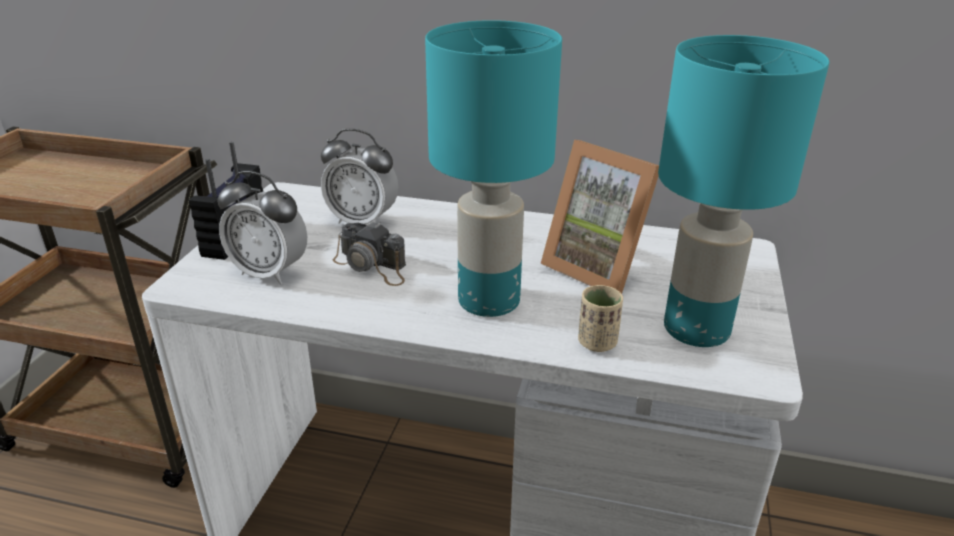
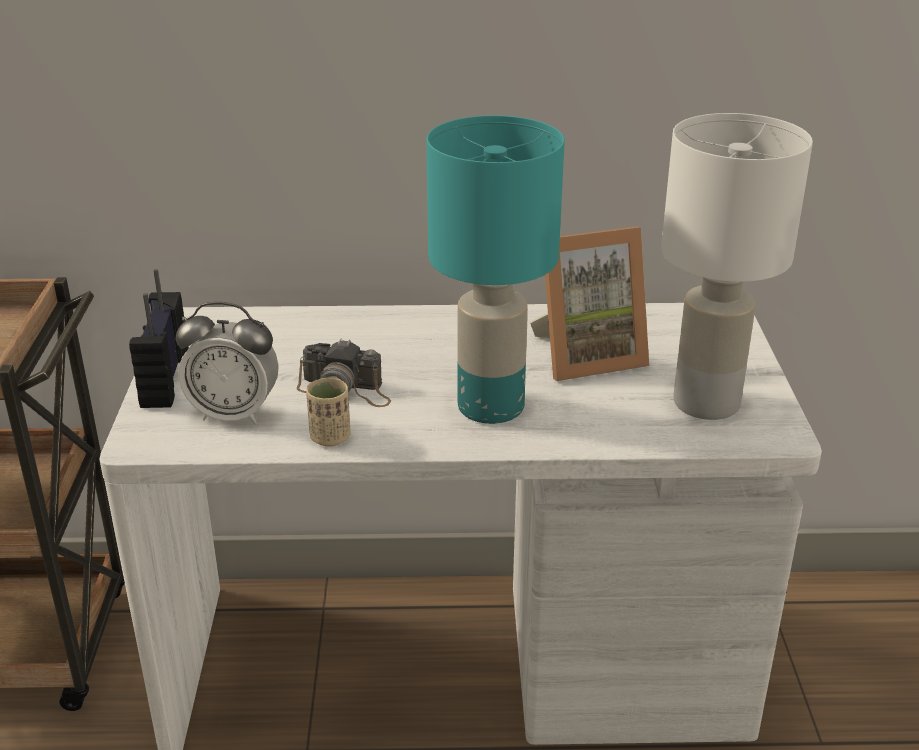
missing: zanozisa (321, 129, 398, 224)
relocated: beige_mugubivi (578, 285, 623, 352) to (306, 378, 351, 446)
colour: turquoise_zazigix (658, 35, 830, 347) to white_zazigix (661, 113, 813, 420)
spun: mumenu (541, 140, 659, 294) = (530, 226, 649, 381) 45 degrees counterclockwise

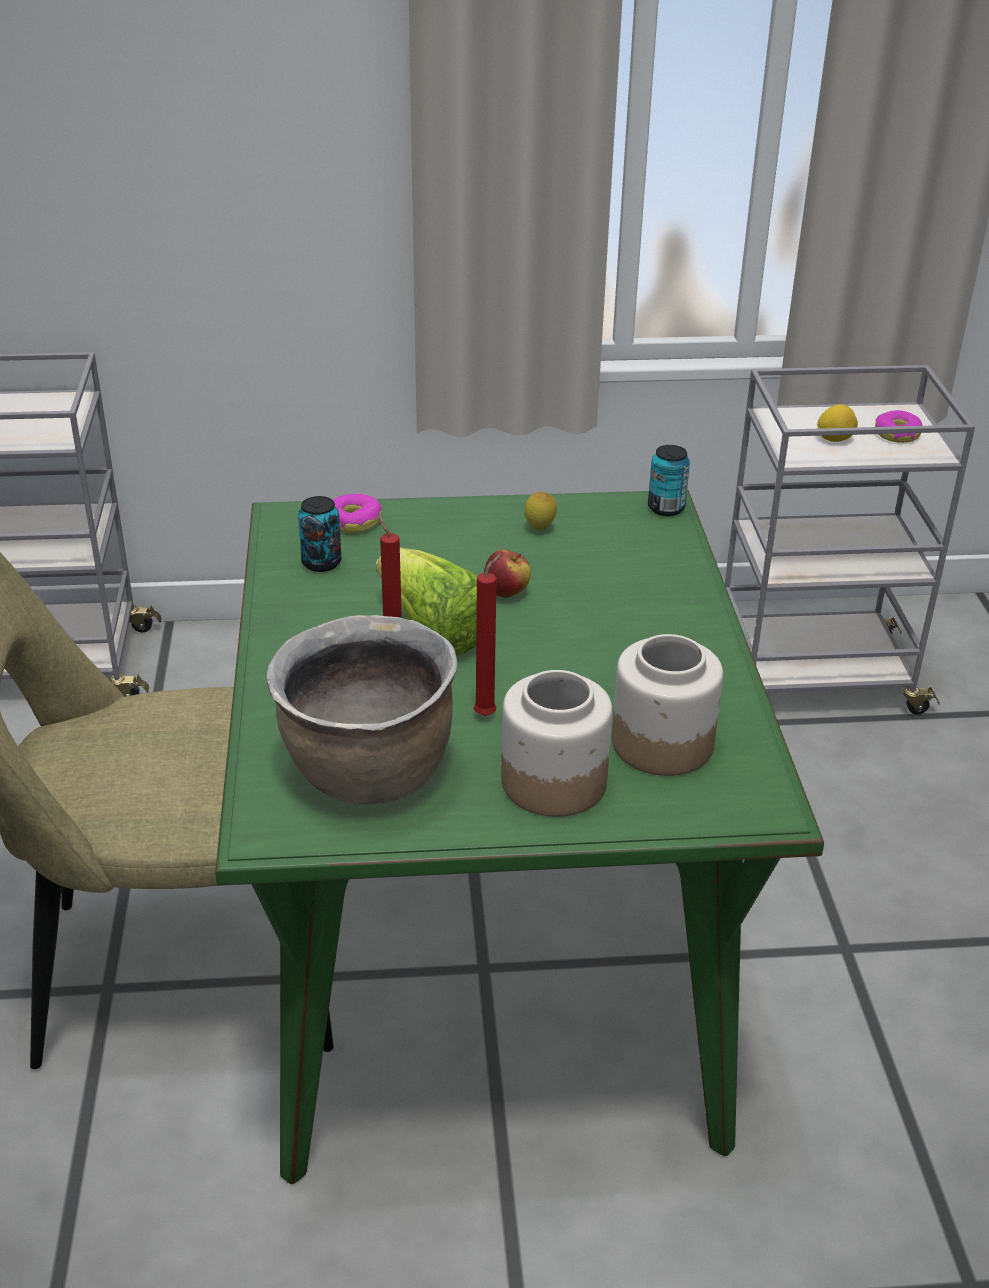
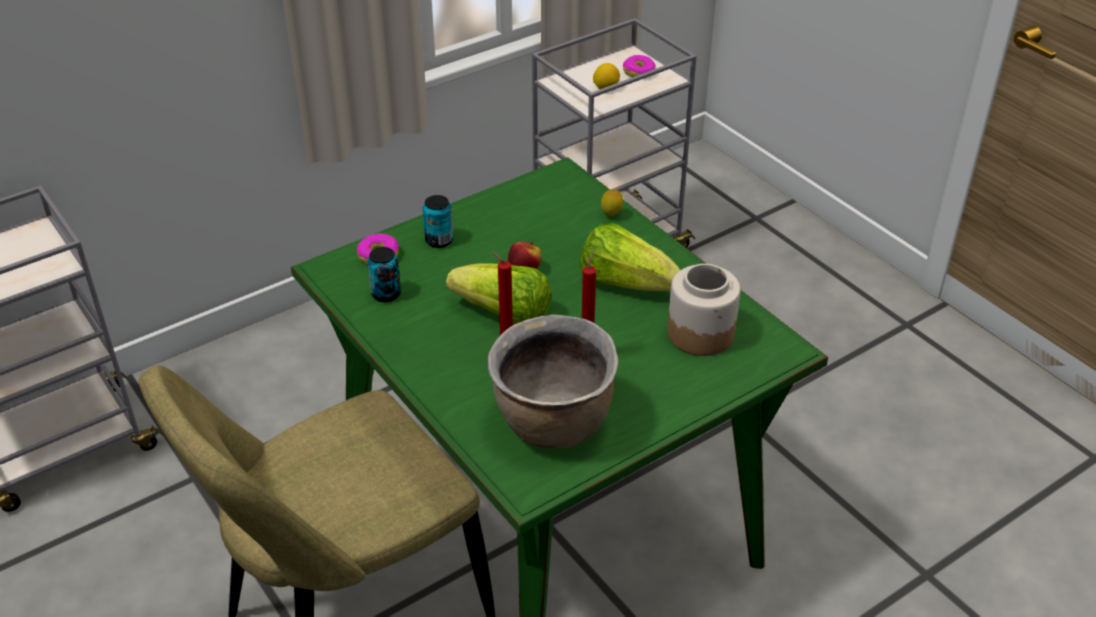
missing: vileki (501, 670, 612, 817)
appeared: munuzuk (580, 224, 680, 292)
relocated: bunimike (525, 491, 557, 530) to (601, 189, 624, 216); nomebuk (648, 445, 690, 516) to (423, 195, 453, 248)

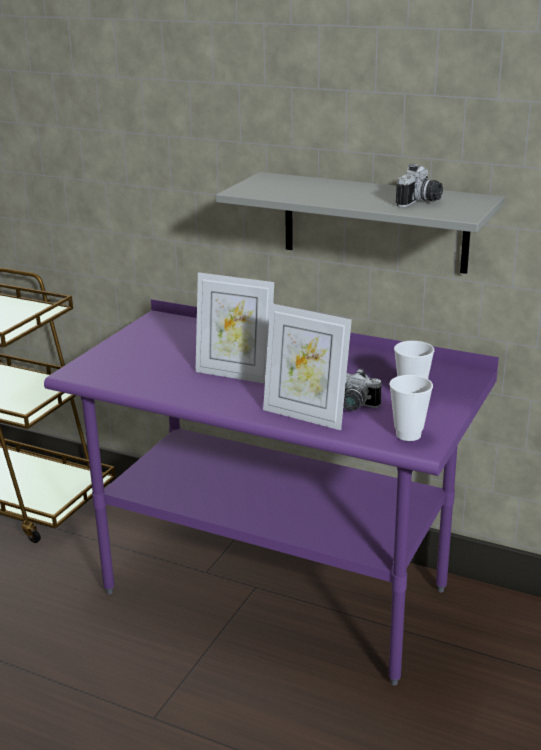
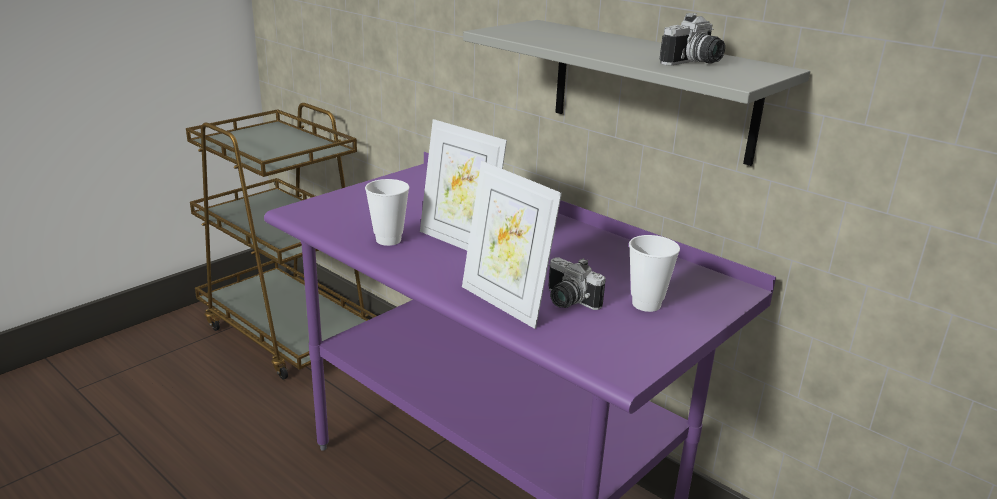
relocated: mugubivi (389, 375, 433, 441) to (365, 179, 409, 246)

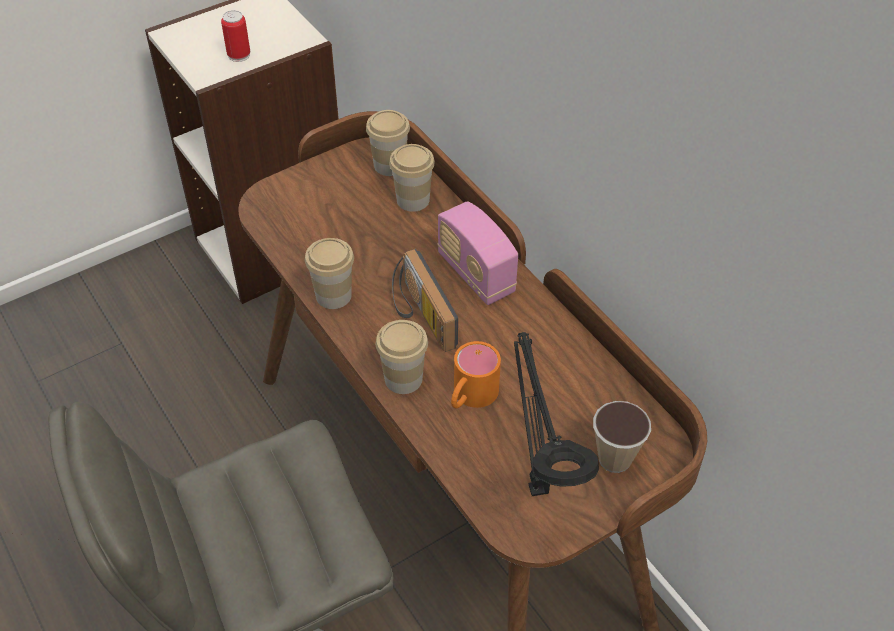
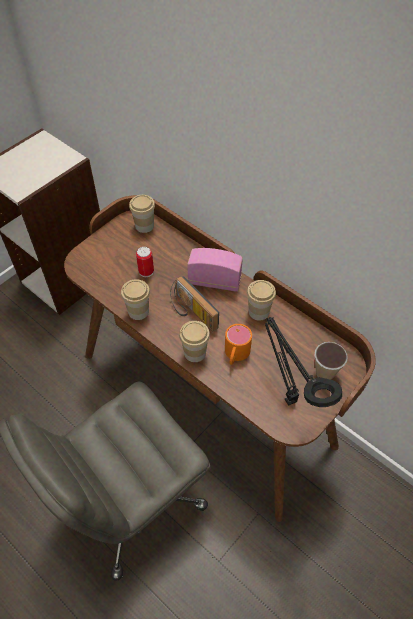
relocated: nomebuk (221, 10, 250, 62) to (136, 247, 154, 277); mugubivi (389, 144, 435, 212) to (247, 280, 276, 321)
spun: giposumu (437, 201, 518, 305) = (187, 248, 243, 292) 150 degrees clockwise

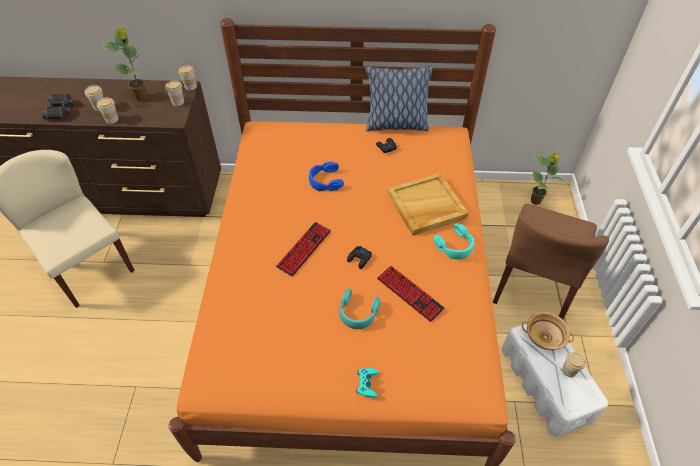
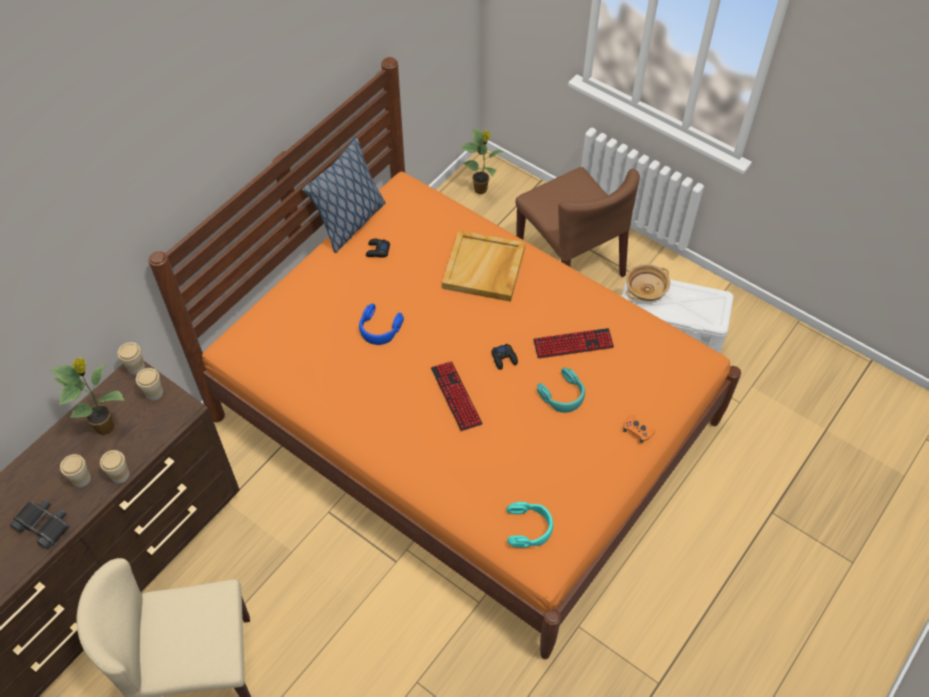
missing: mugubivi (562, 352, 586, 377)
relocated: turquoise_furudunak (433, 223, 474, 260) to (507, 502, 553, 548)
colour: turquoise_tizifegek (356, 368, 378, 398) to orange_tizifegek (623, 415, 655, 443)

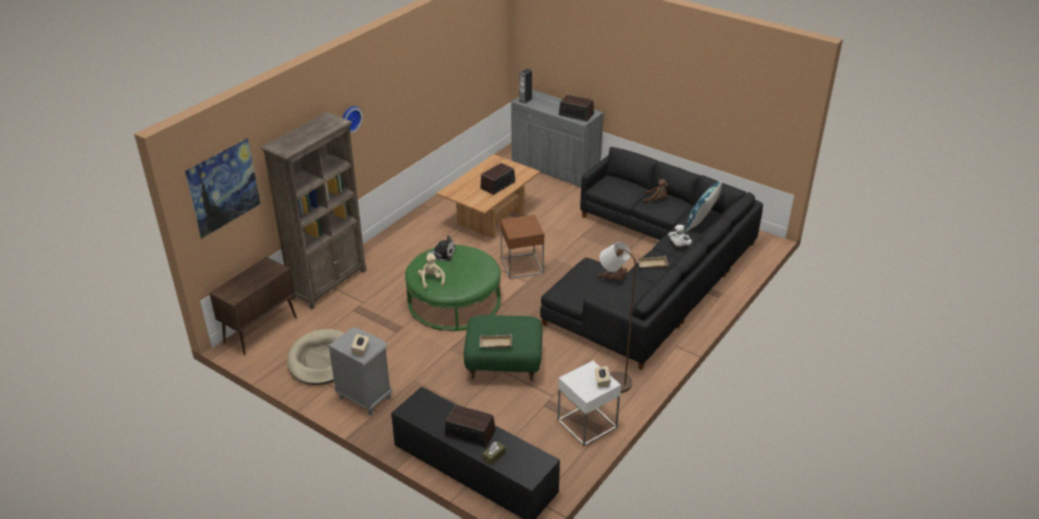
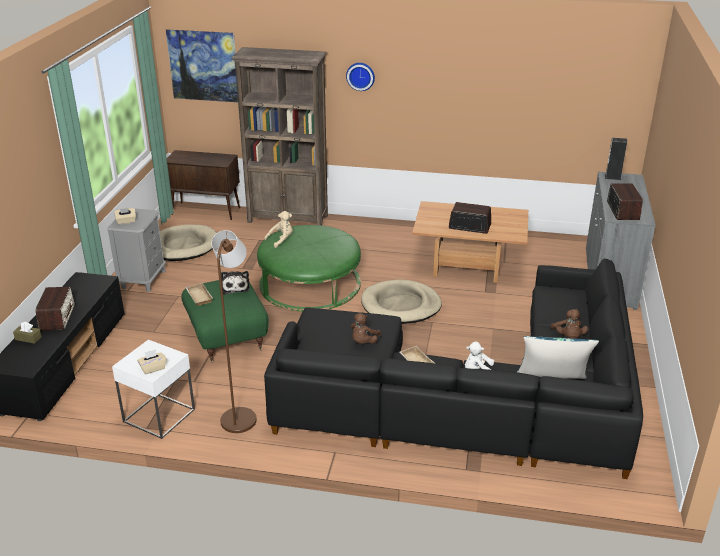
relocated: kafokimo (426, 235, 456, 261) to (221, 271, 250, 295)
exchanged: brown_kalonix (500, 214, 544, 279) to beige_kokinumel (361, 279, 442, 324)

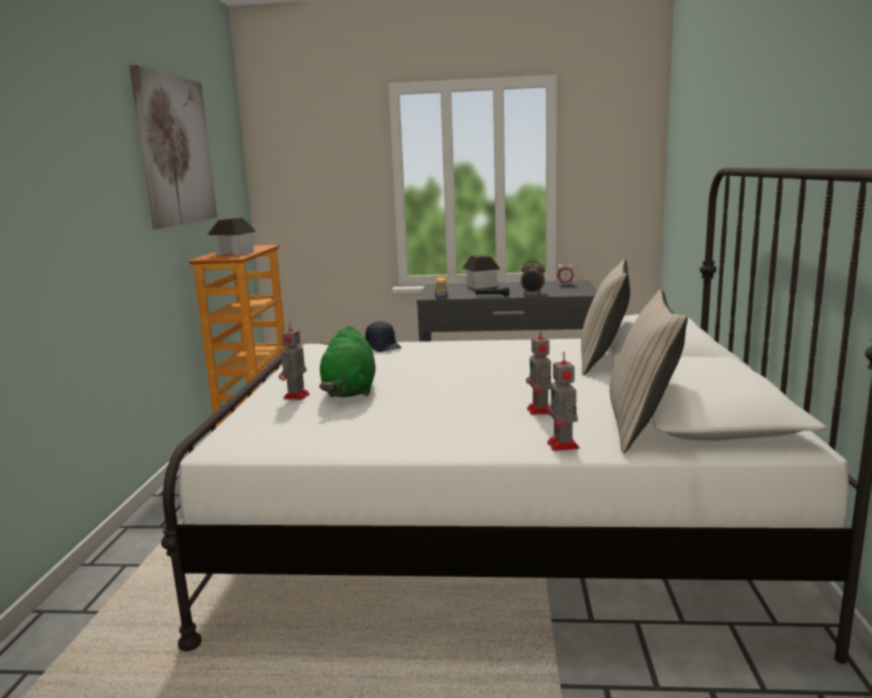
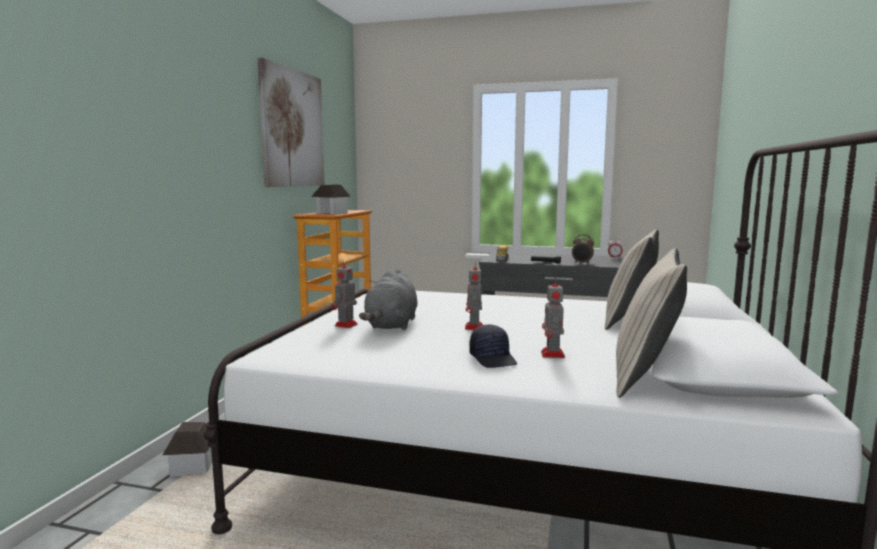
relocated: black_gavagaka (365, 321, 402, 352) to (469, 324, 517, 368); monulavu (463, 255, 501, 289) to (163, 422, 212, 477); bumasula (546, 352, 579, 451) to (465, 267, 483, 330)
colour: green_kafokimo (319, 326, 375, 397) to grey_kafokimo (359, 269, 418, 330)

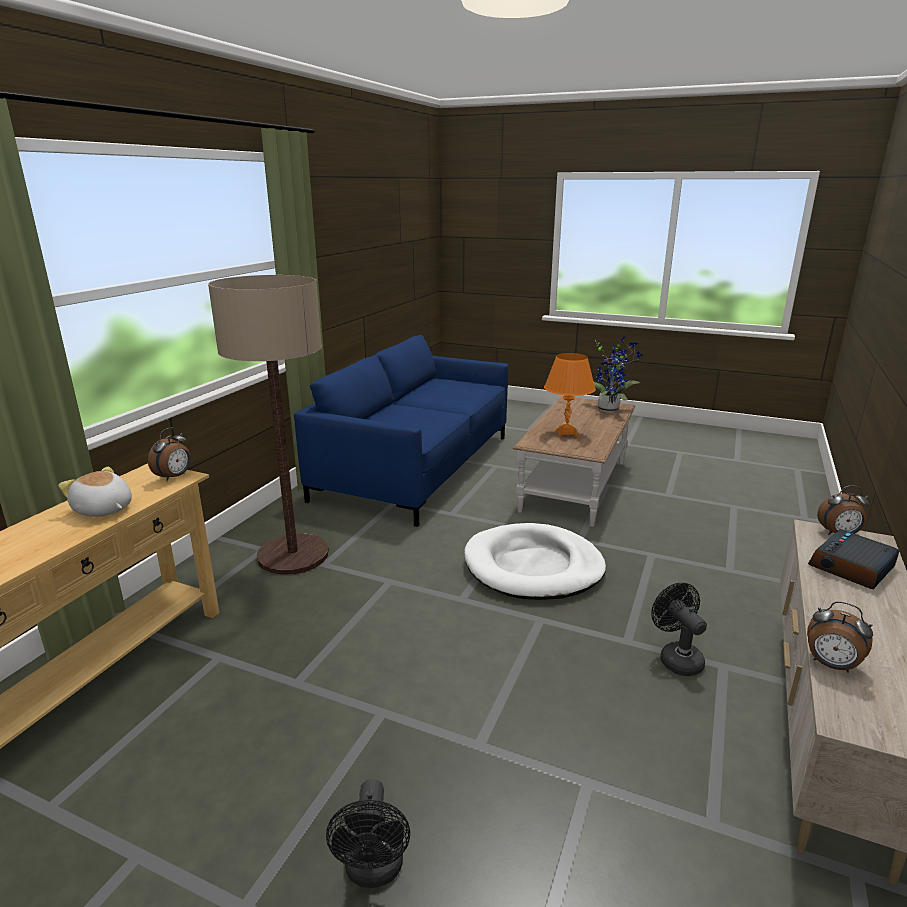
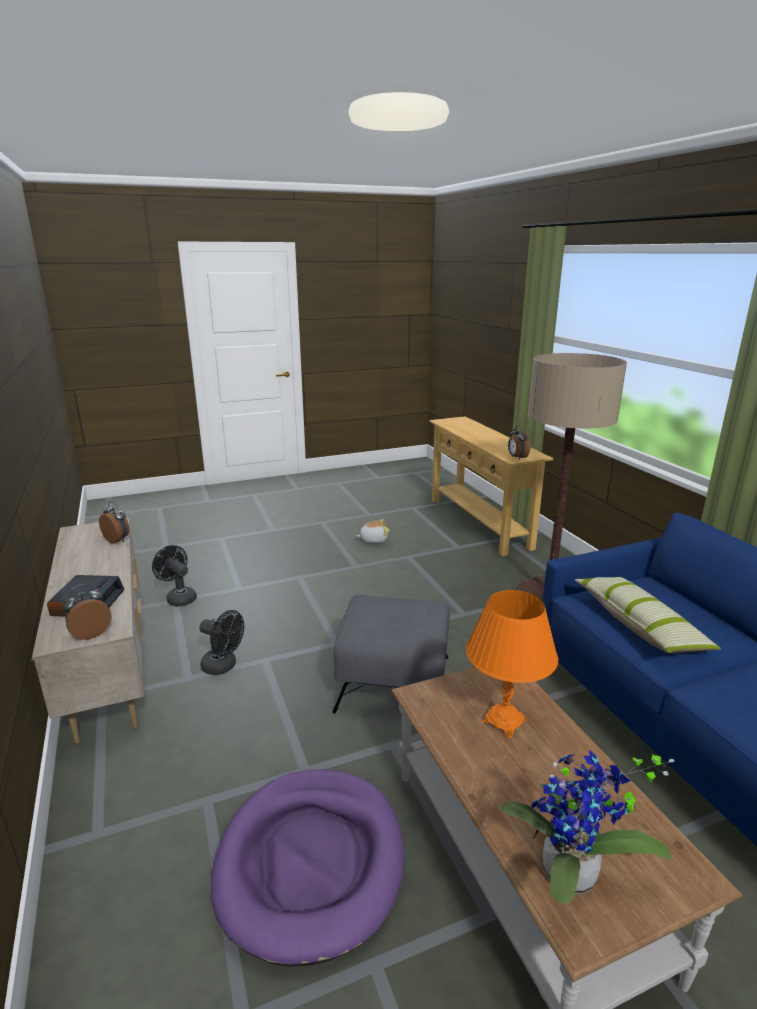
appeared: purple_kokinumel (211, 769, 404, 967); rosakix (575, 577, 721, 653)
relocated: kafokimo (58, 467, 132, 517) to (356, 519, 389, 544); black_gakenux (326, 779, 410, 888) to (152, 545, 197, 607)
exchanged: white_kokinumel (464, 523, 606, 600) to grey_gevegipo (332, 595, 450, 713)
spun: zanozisa (807, 601, 873, 673) = (99, 501, 129, 544) 45 degrees clockwise

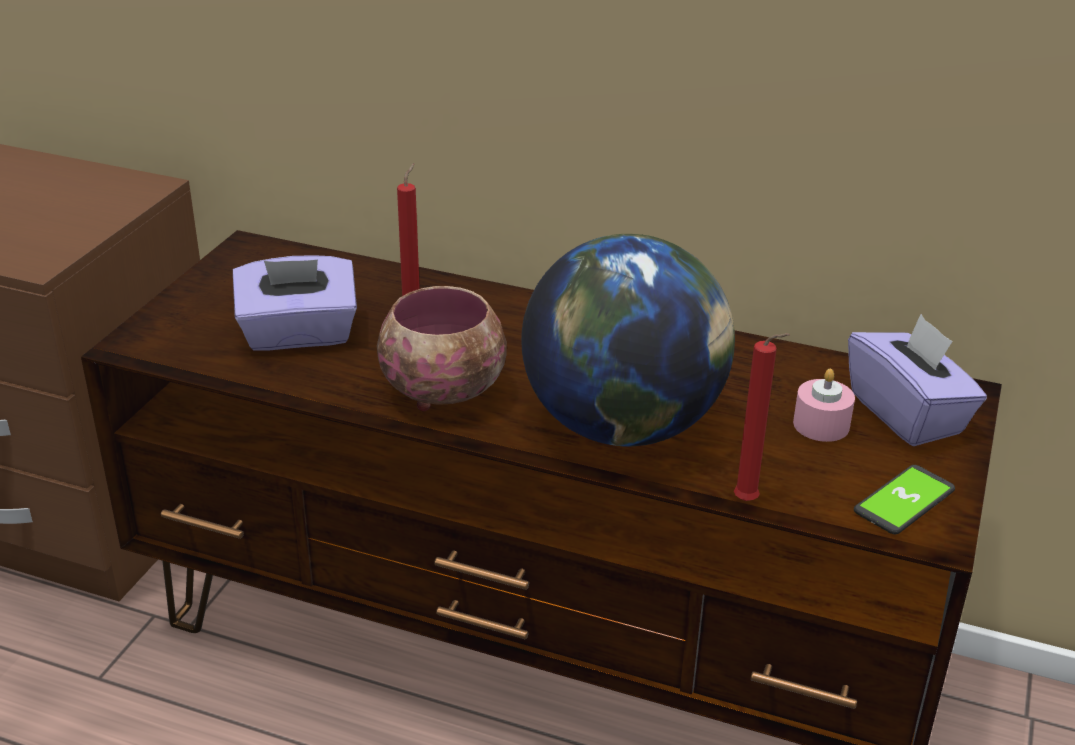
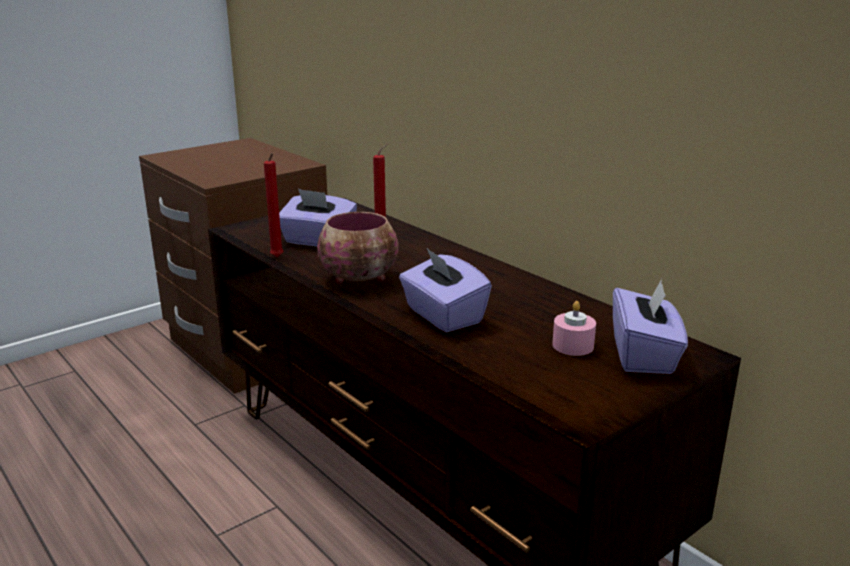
missing: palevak (854, 465, 955, 534)
relocated: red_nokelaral (734, 333, 789, 501) to (264, 153, 283, 257)
exchanged: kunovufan (521, 234, 735, 446) to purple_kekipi (399, 248, 492, 332)

